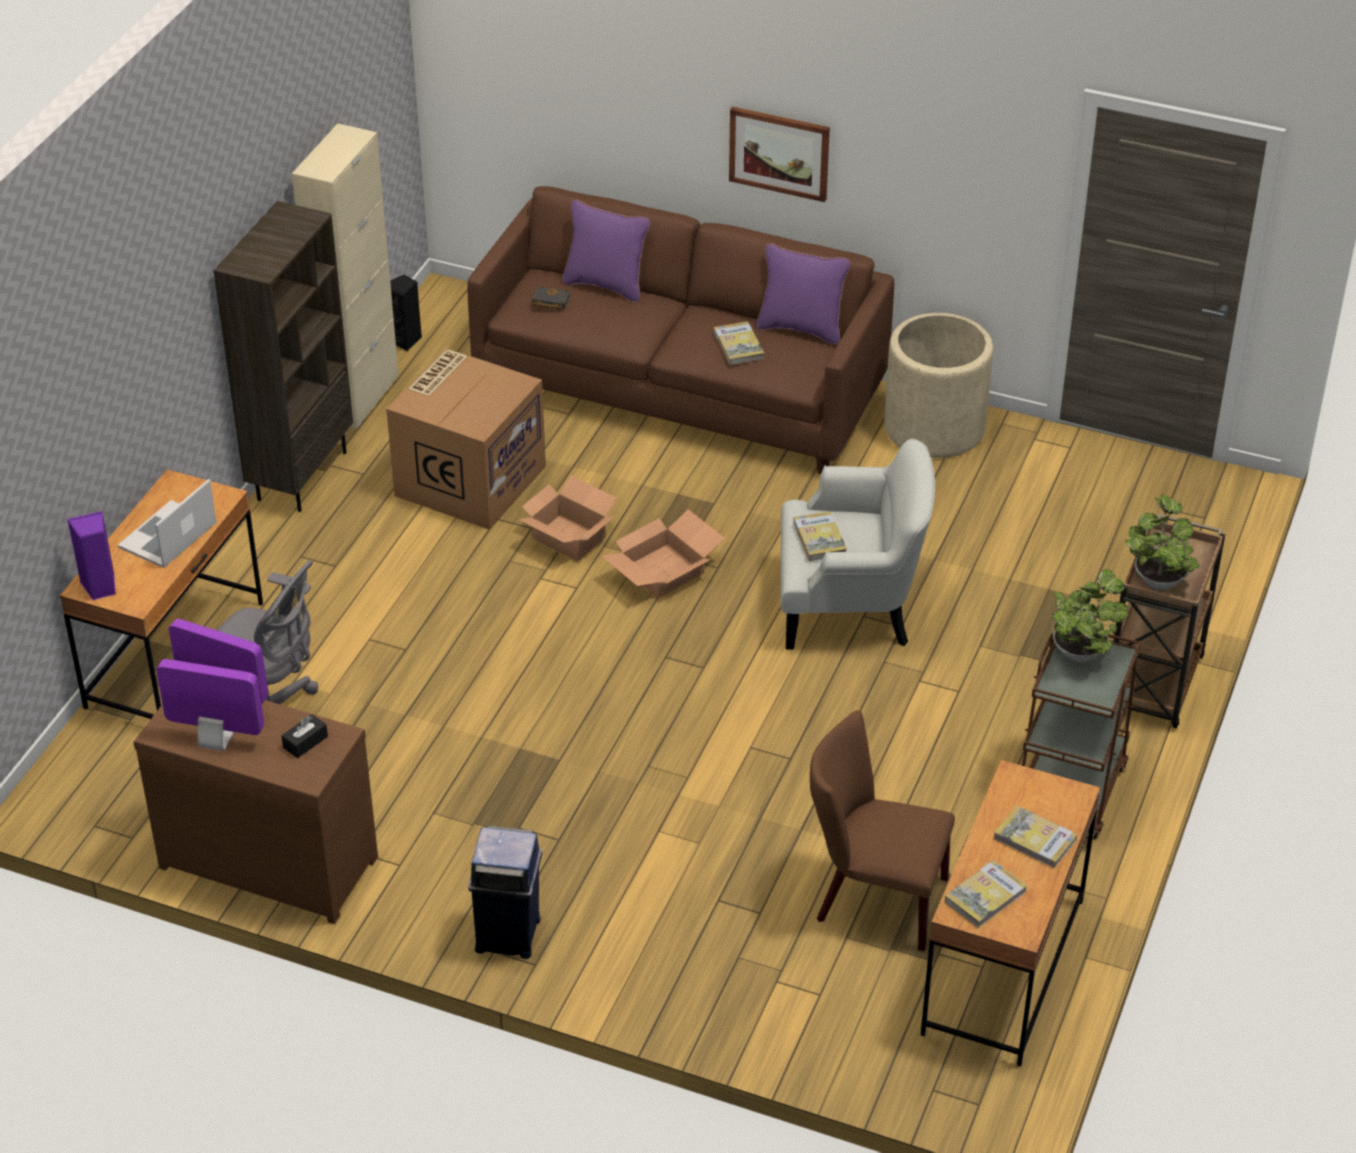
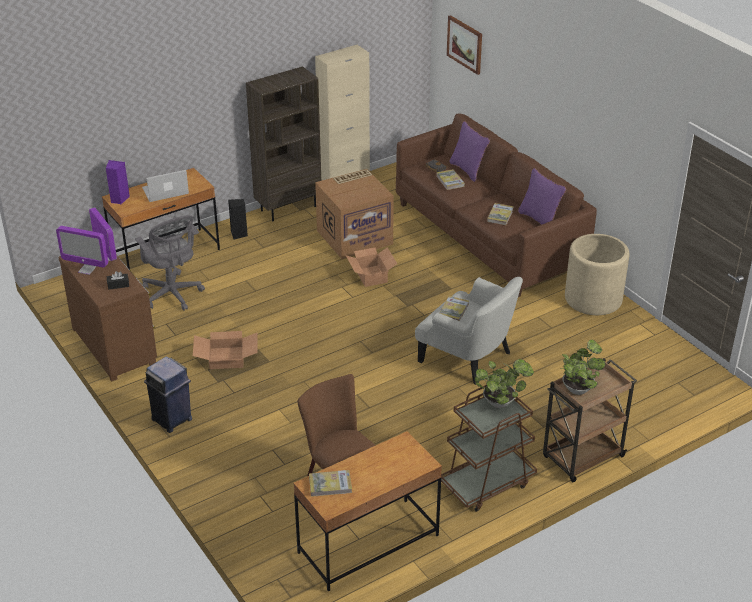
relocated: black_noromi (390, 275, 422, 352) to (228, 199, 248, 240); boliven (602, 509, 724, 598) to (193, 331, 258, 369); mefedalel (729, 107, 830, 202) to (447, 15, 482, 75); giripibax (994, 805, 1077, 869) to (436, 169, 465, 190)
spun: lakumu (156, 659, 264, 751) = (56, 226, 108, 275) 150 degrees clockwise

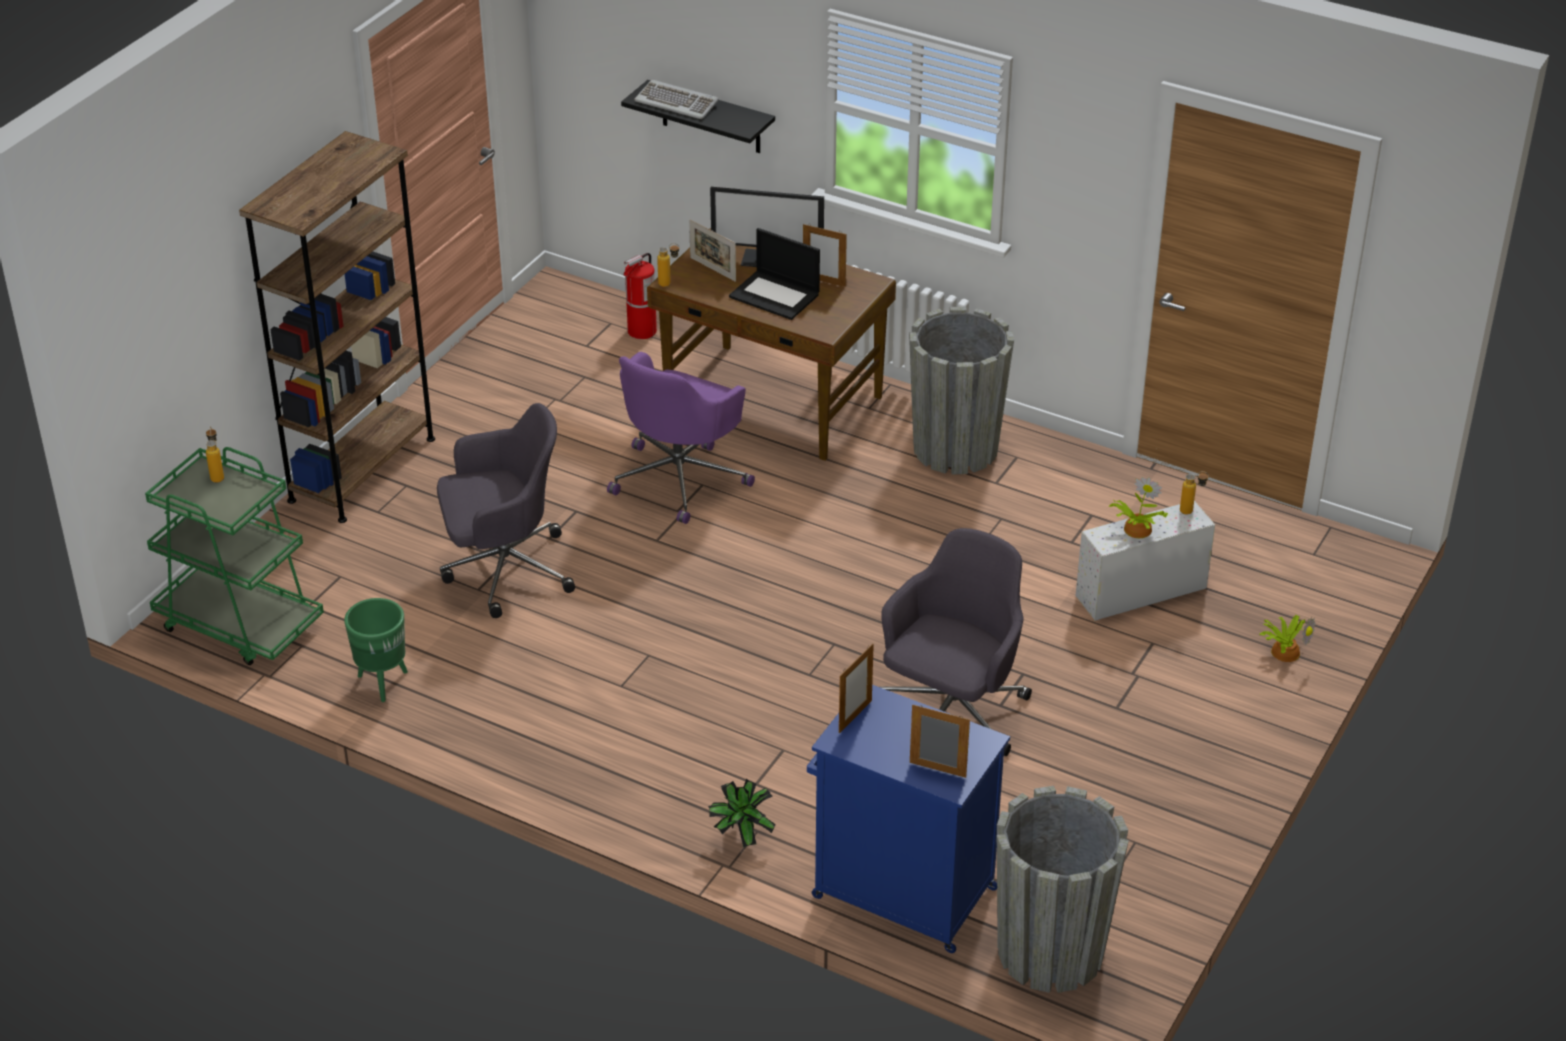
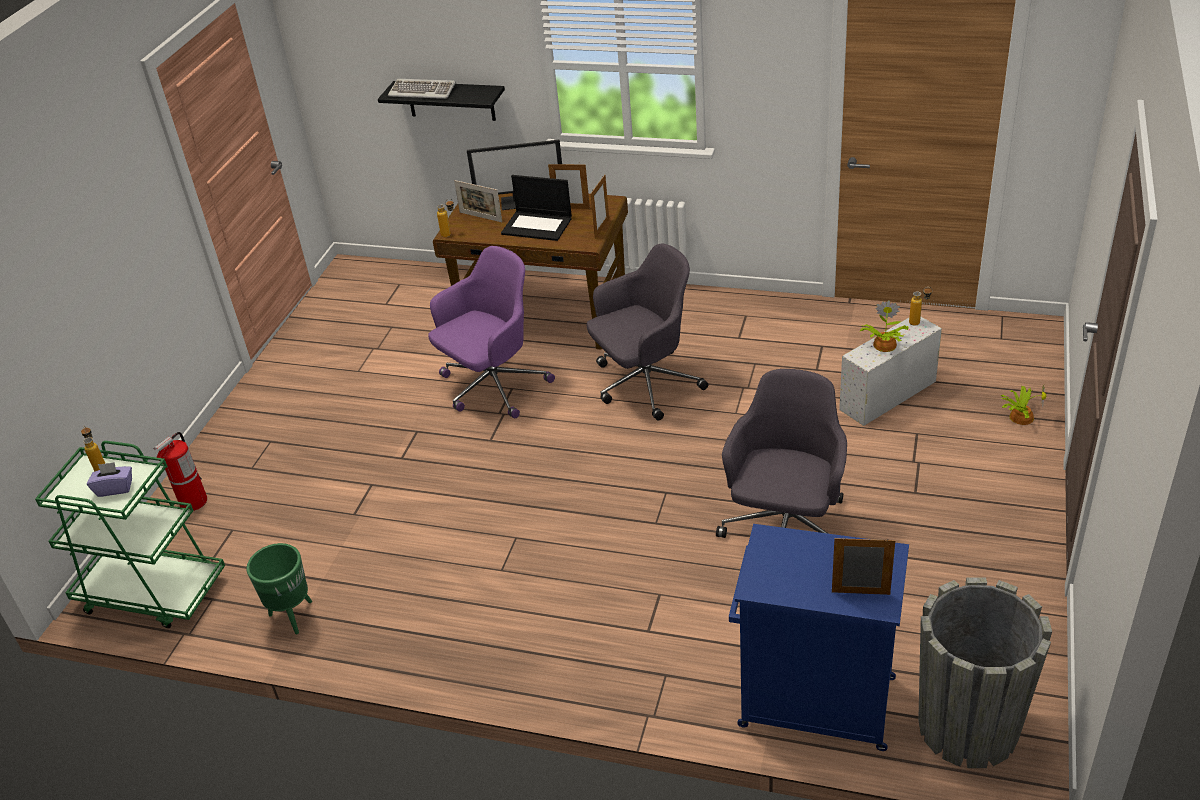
missing: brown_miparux (239, 131, 435, 523); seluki (708, 779, 776, 847); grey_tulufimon (909, 307, 1014, 474)
appeared: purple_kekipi (87, 462, 132, 497)
relocated: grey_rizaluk (437, 403, 575, 618) to (586, 243, 709, 421); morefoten (624, 253, 657, 339) to (153, 432, 207, 511); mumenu (839, 643, 874, 733) to (591, 175, 609, 239)
spun: purple_rizaluk (607, 352, 755, 524) = (428, 246, 555, 418) 150 degrees counterclockwise

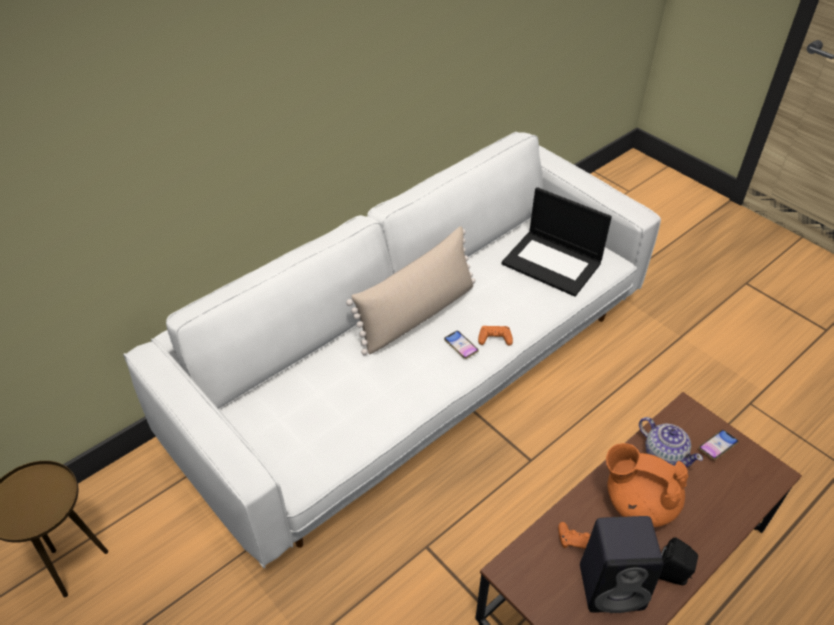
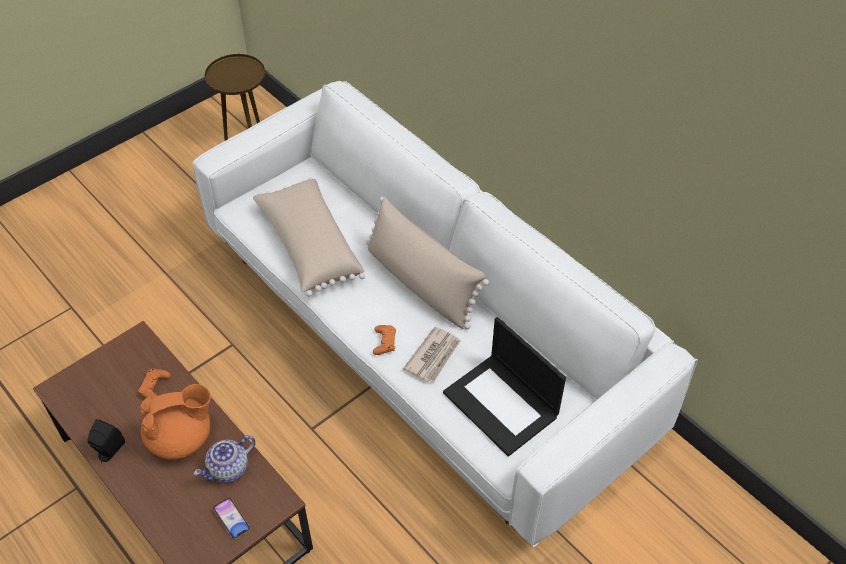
missing: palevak (444, 331, 479, 359); black_noromi (580, 516, 663, 613)
appeared: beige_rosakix (253, 177, 365, 297); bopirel (403, 327, 461, 383)
spun: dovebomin (501, 187, 612, 297) = (443, 317, 566, 457) 75 degrees counterclockwise; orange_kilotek (606, 443, 688, 527) = (139, 384, 211, 460) 45 degrees clockwise

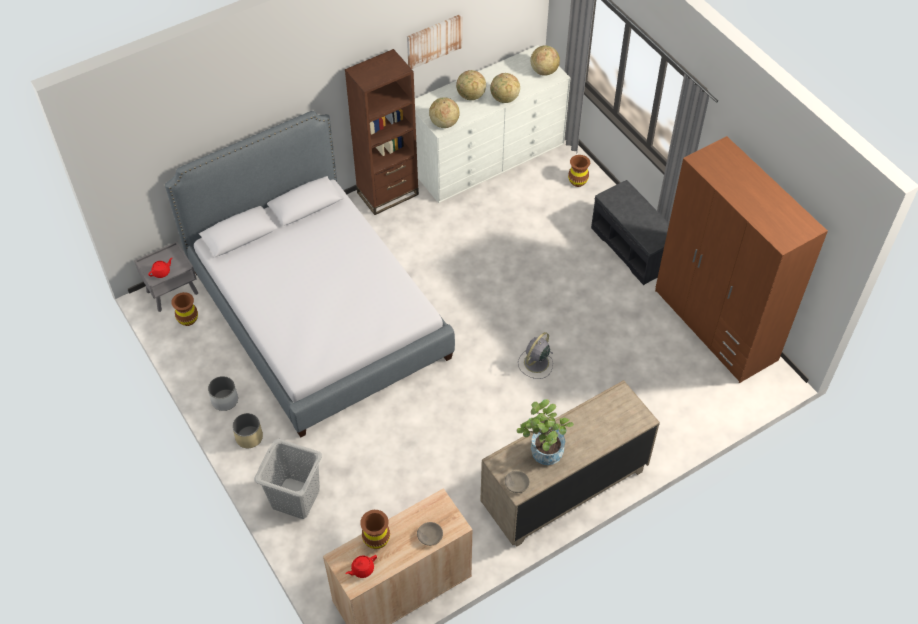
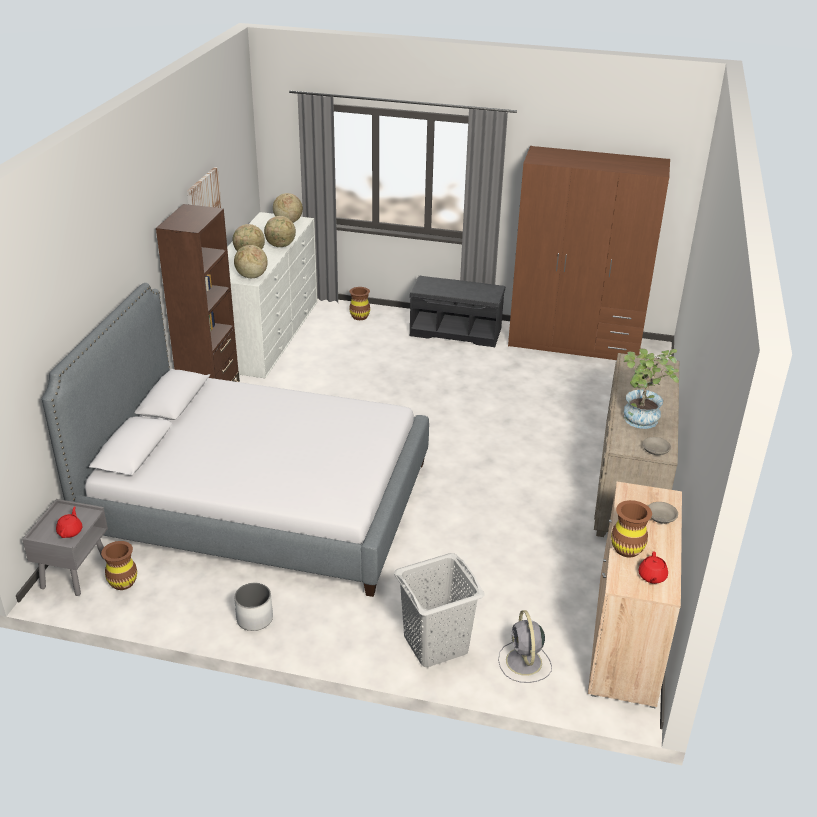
missing: beige_tulufimon (232, 413, 263, 448)
relocated: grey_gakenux (518, 332, 553, 379) to (498, 610, 552, 683)

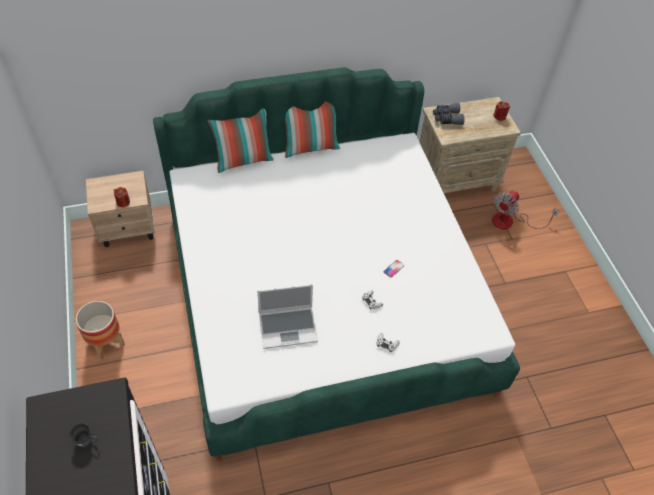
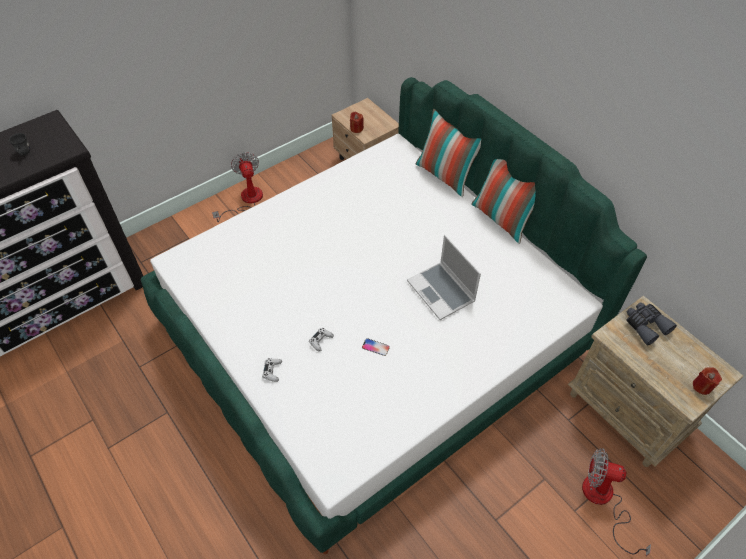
relocated: dovebomin (257, 284, 318, 349) to (407, 235, 481, 320)
exchanged: tulufimon (75, 301, 125, 360) to gakenux (212, 152, 263, 222)

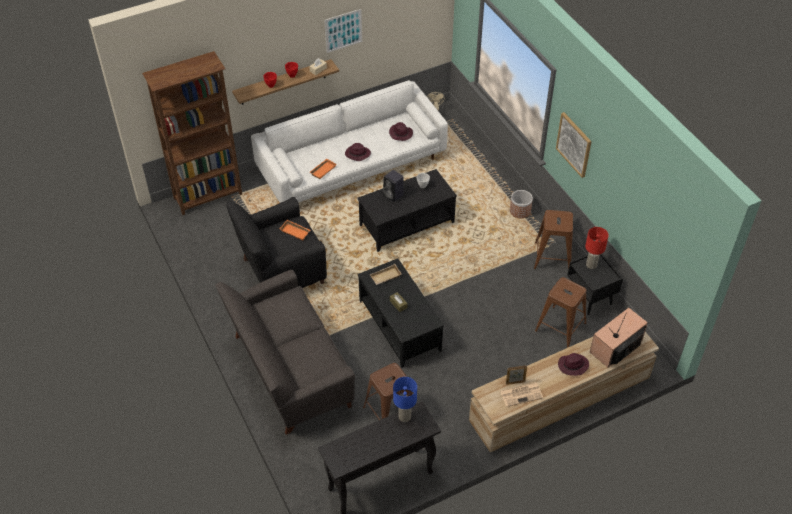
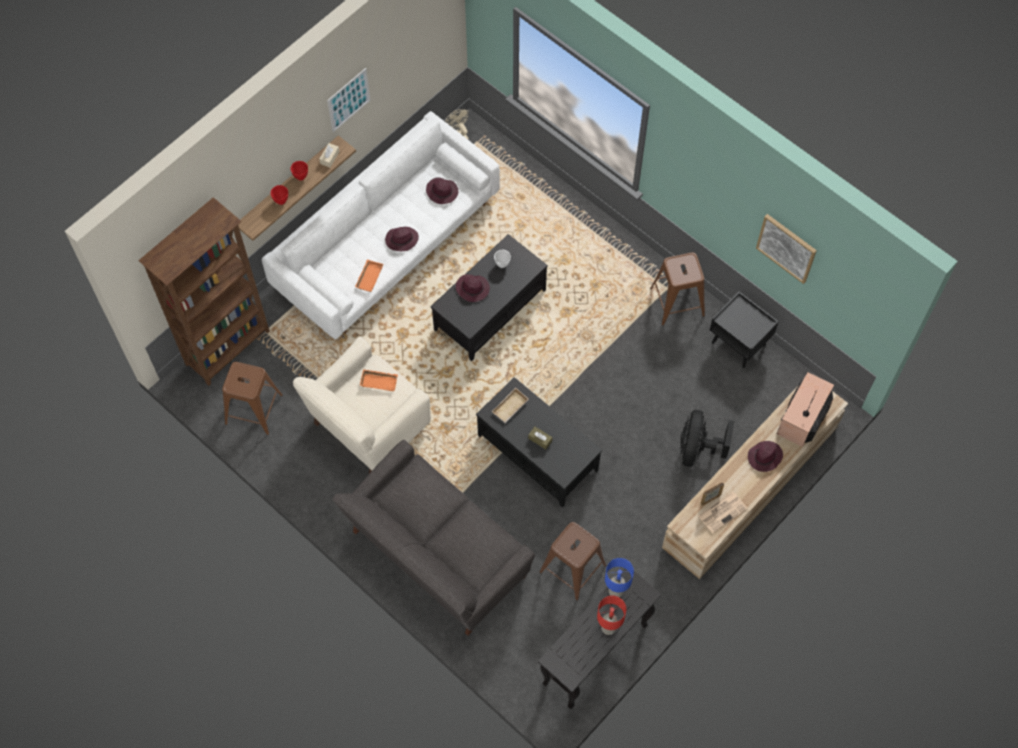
missing: tulufimon (510, 190, 533, 218)
appeared: black_gakenux (680, 410, 735, 467)
relocated: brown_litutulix (535, 277, 587, 348) to (222, 362, 283, 435); mefedalel (556, 112, 591, 178) to (756, 214, 817, 284); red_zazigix (585, 227, 609, 269) to (597, 596, 626, 635)
exchanged: black_noromi (383, 170, 404, 202) to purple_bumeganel (456, 274, 490, 302)
colour: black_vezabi (226, 197, 327, 288) to beige_vezabi (293, 336, 431, 474)

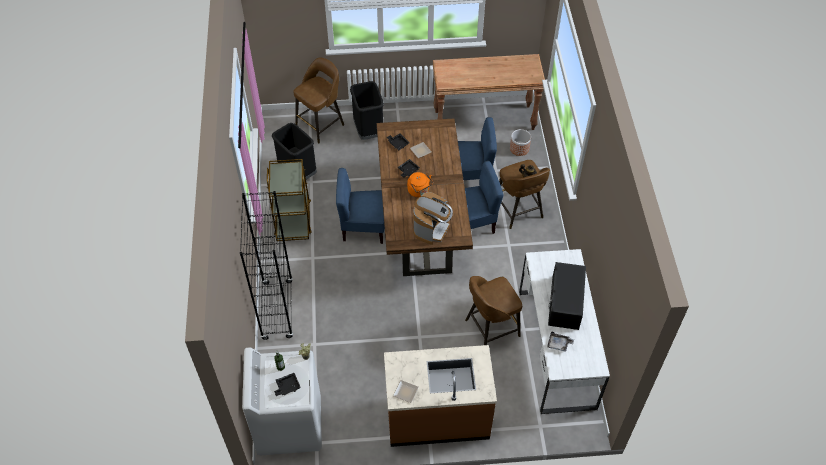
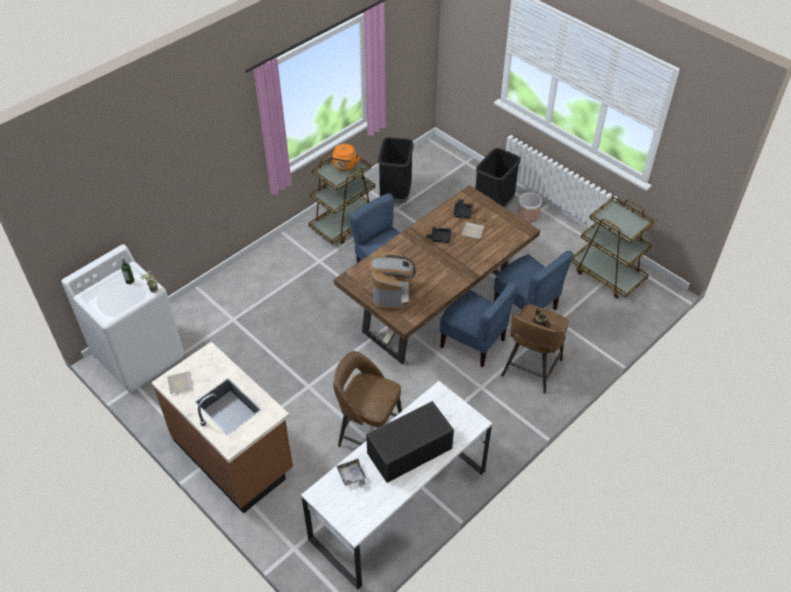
missing: black_miparux (240, 191, 293, 340); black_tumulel (274, 373, 301, 396); brown_litutulix (293, 58, 344, 143)
relocated: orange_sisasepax (407, 172, 433, 197) to (330, 144, 361, 171); tulufimon (510, 129, 531, 156) to (517, 192, 542, 223)
exchanged: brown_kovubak (433, 54, 545, 130) to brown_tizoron (571, 196, 654, 299)
spun: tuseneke (413, 192, 453, 245) = (369, 251, 416, 311) 75 degrees counterclockwise

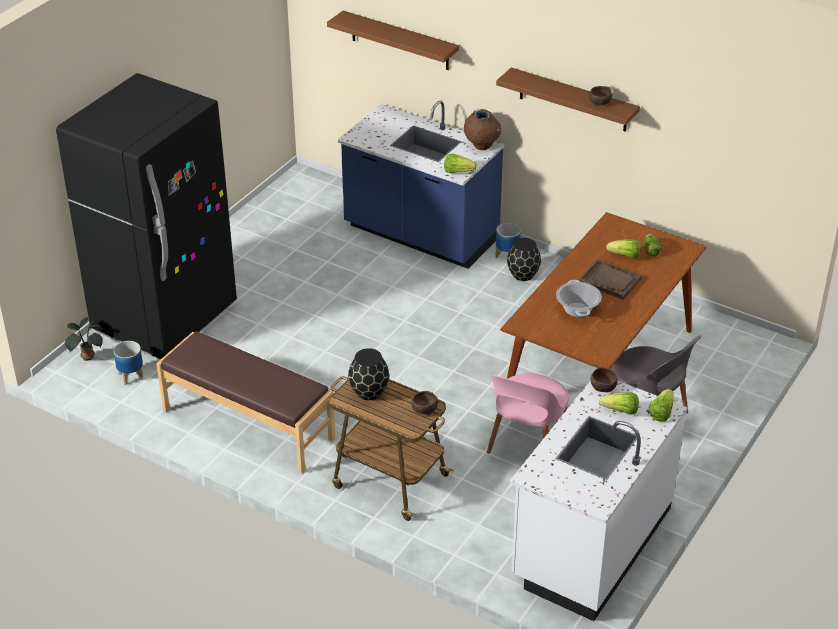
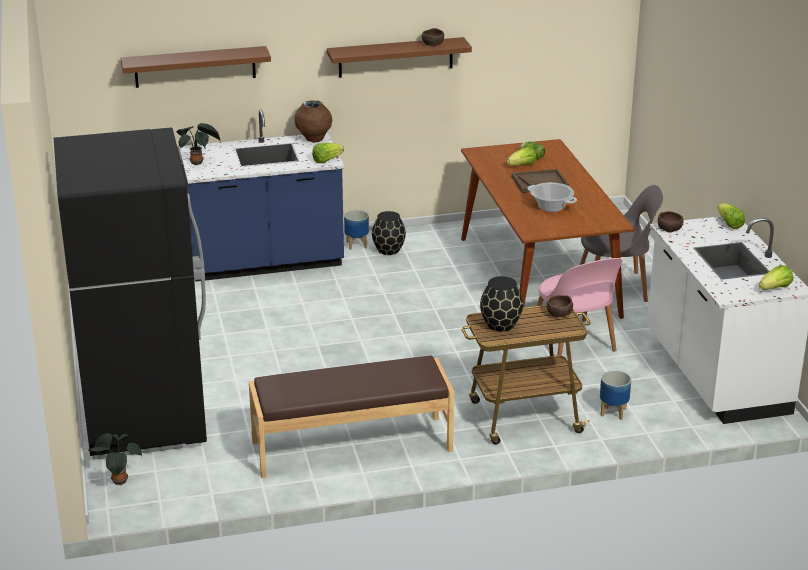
appeared: seluki (177, 123, 221, 165)
relocated: tulufimon (113, 341, 144, 385) to (600, 370, 631, 420); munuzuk (599, 392, 639, 415) to (759, 265, 793, 290)

